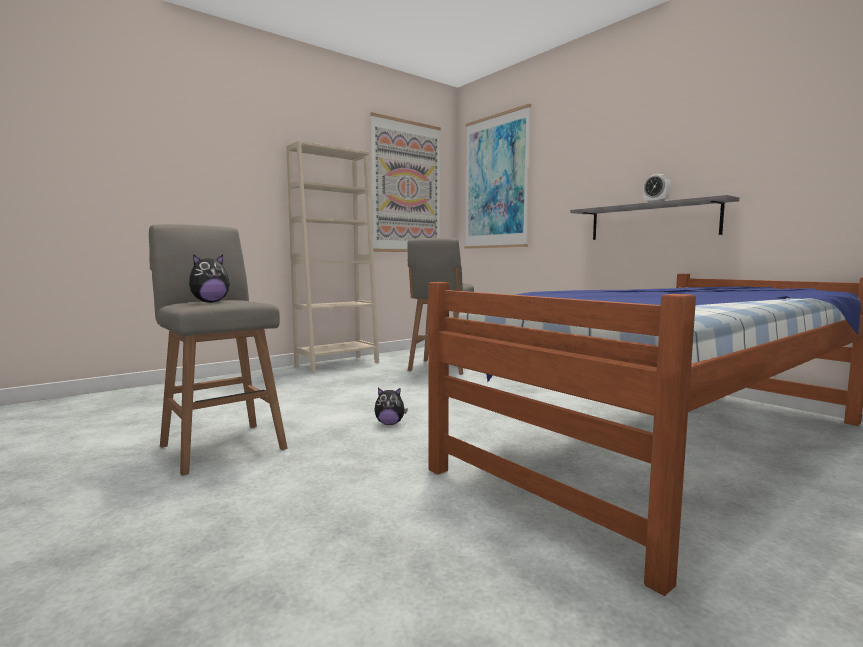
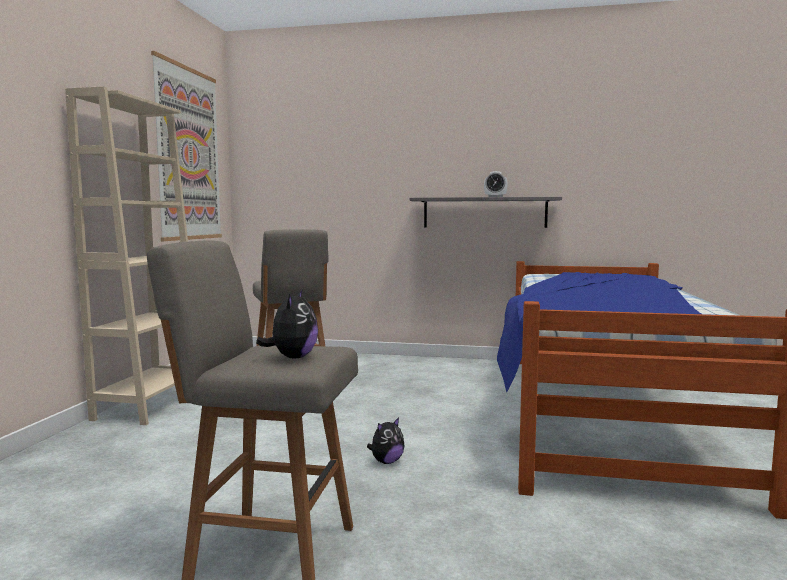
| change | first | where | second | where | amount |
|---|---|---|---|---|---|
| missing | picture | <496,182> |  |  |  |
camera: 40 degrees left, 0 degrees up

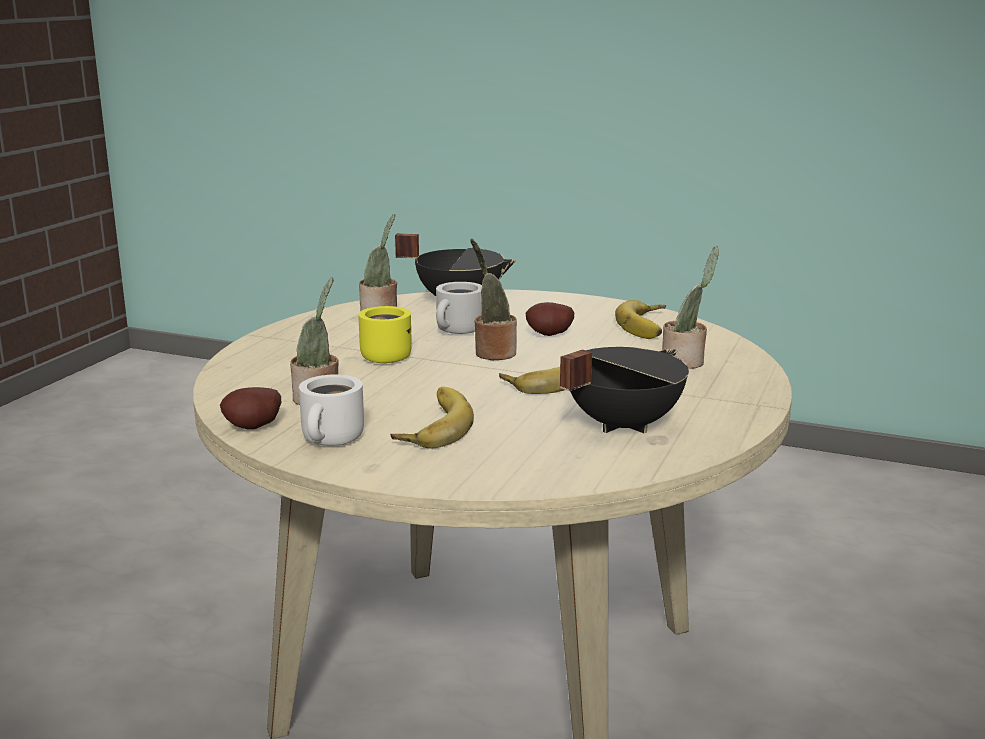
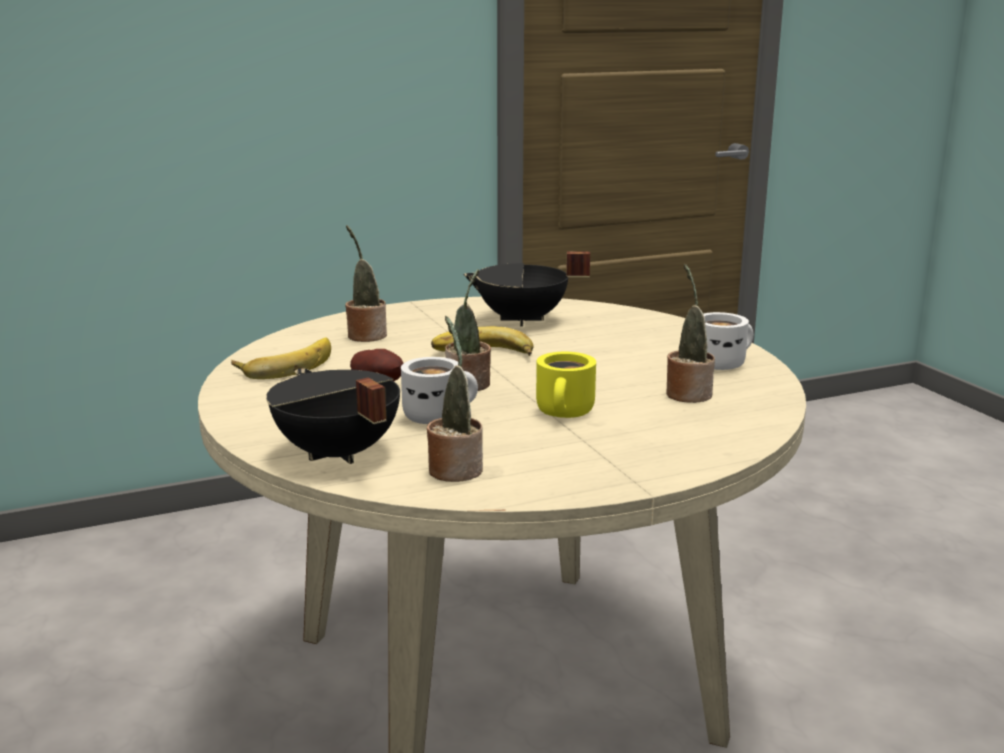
| change | first | where | second | where | amount |
|---|---|---|---|---|---|
| missing | potato | <255,428> |  |  |  |
| missing | banana | <430,425> |  |  |  |
camera: 135 degrees left, 0 degrees up

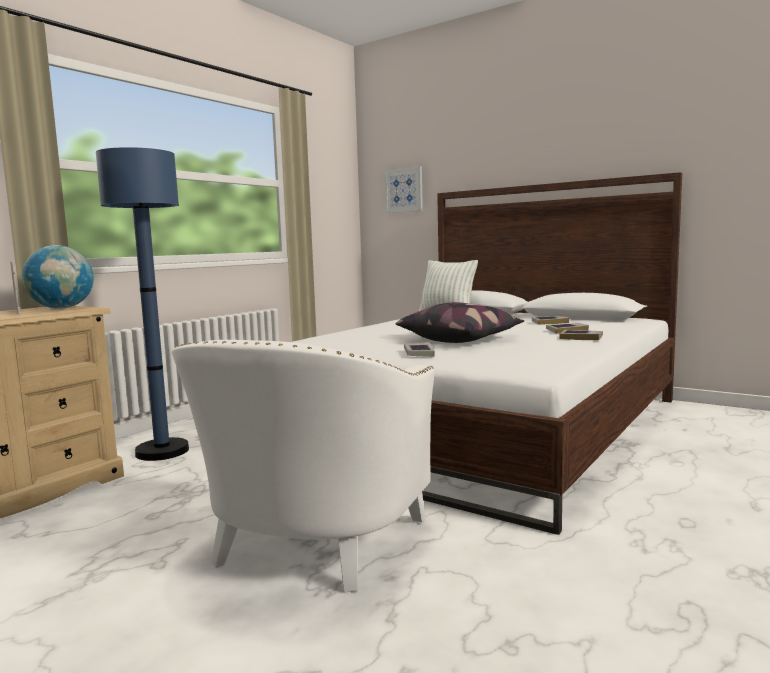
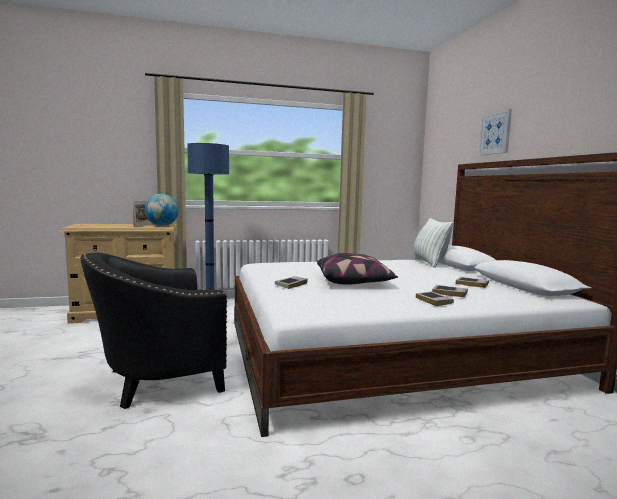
| change | first | where | second | where | amount |
|---|---|---|---|---|---|
| colour | armchair/white | <310,545> | armchair/black | <157,380> |  |
| relocated | picture | <404,190> |  | <495,133> |  |
camera: 40 degrees right, 0 degrees up

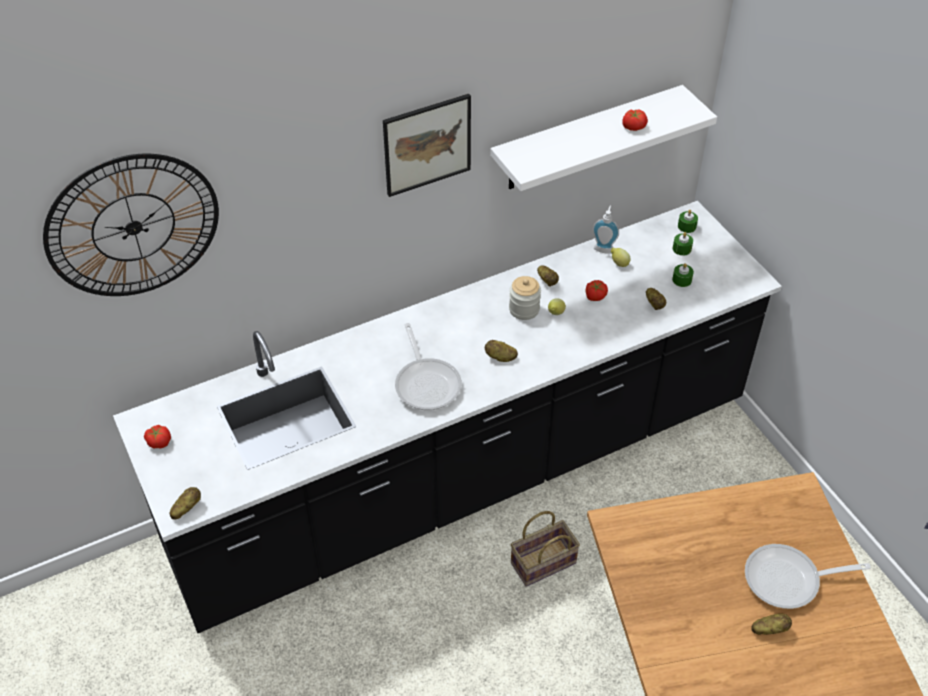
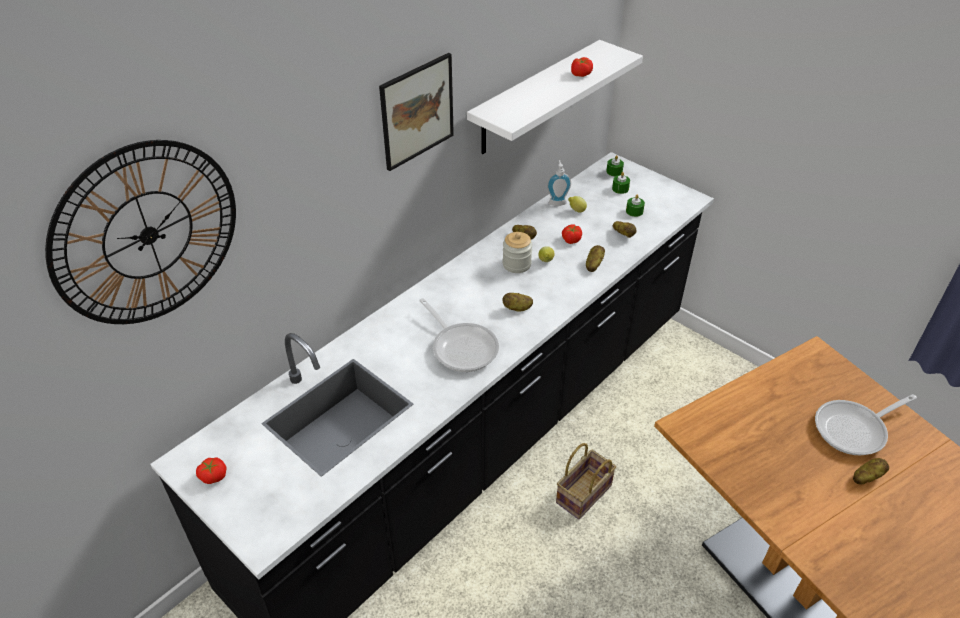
| change | first | where | second | where | amount |
|---|---|---|---|---|---|
| relocated | potato | <186,508> |  | <593,265> |  |
camera: 20 degrees left, 5 degrees down

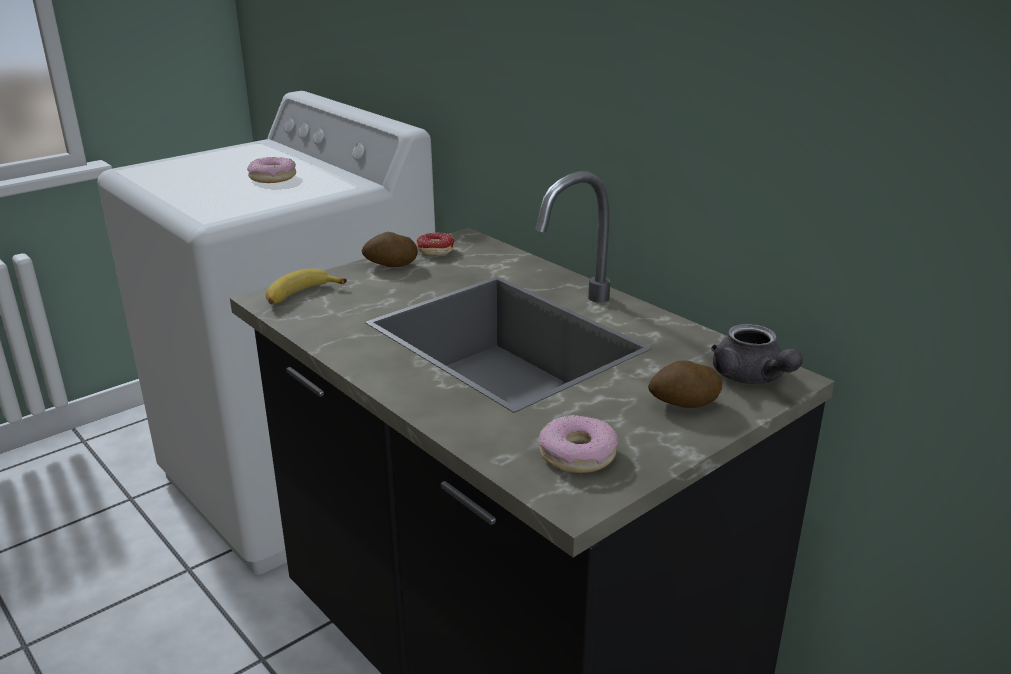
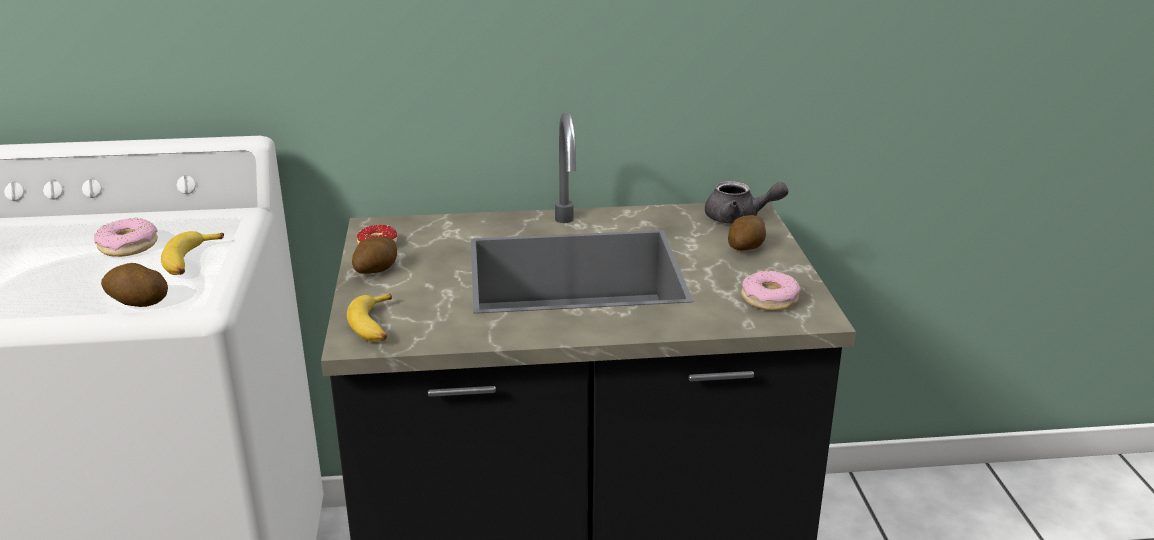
| change | first | where | second | where | amount |
|---|---|---|---|---|---|
| appeared |  |  | potato | <137,303> |  |
| appeared |  |  | banana | <191,261> |  |
camera: 55 degrees left, 0 degrees up

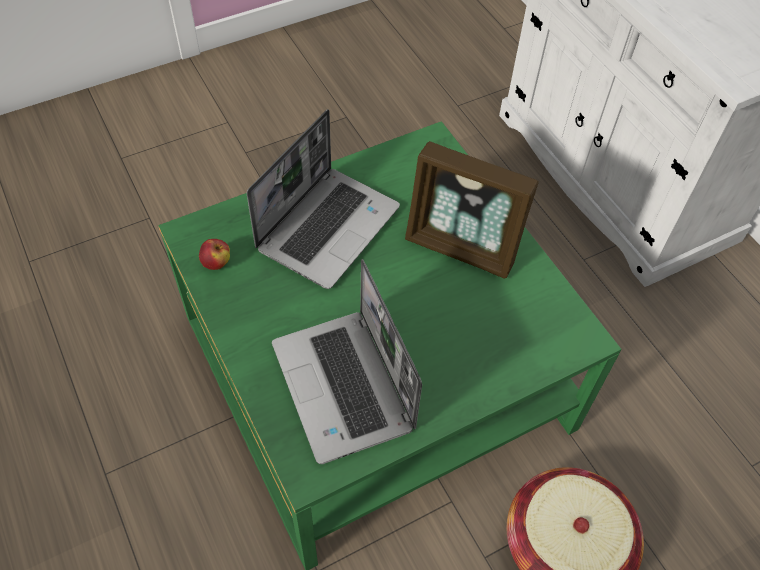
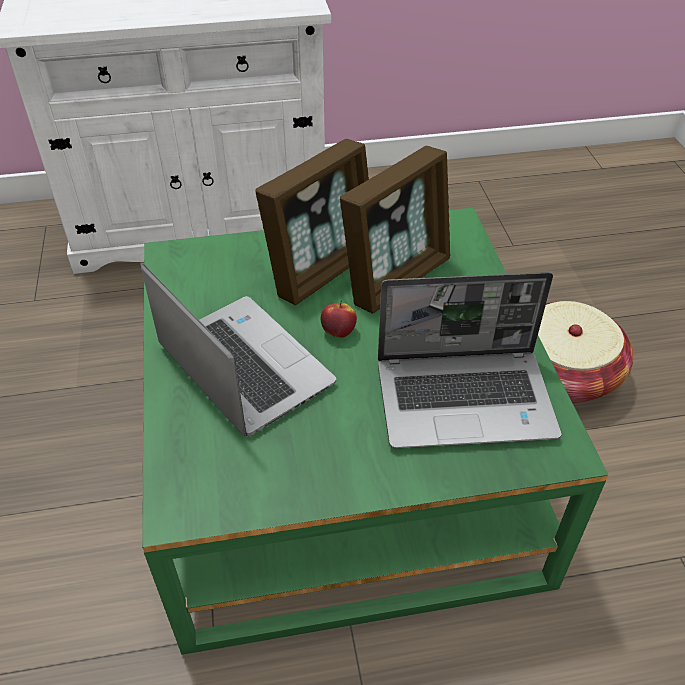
| change | first | where | second | where | amount |
|---|---|---|---|---|---|
| relocated | apple | <216,263> |  | <338,332> |  |
| appeared |  |  | picture frame | <396,277> |  |
camera: 70 degrees left, 10 degrees down

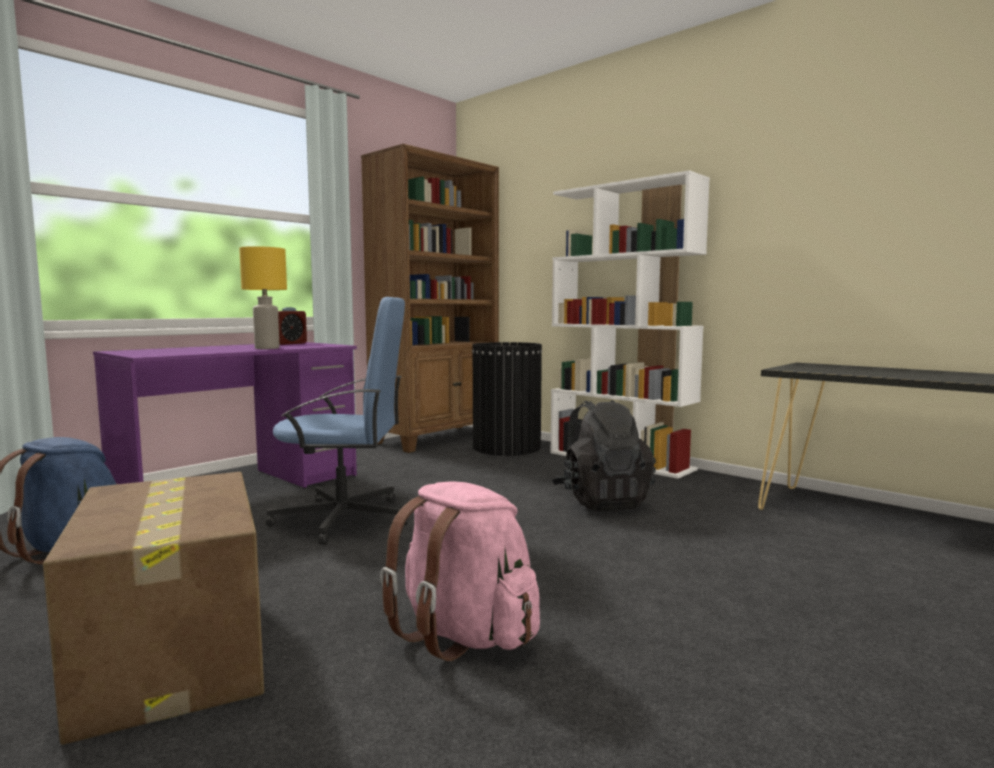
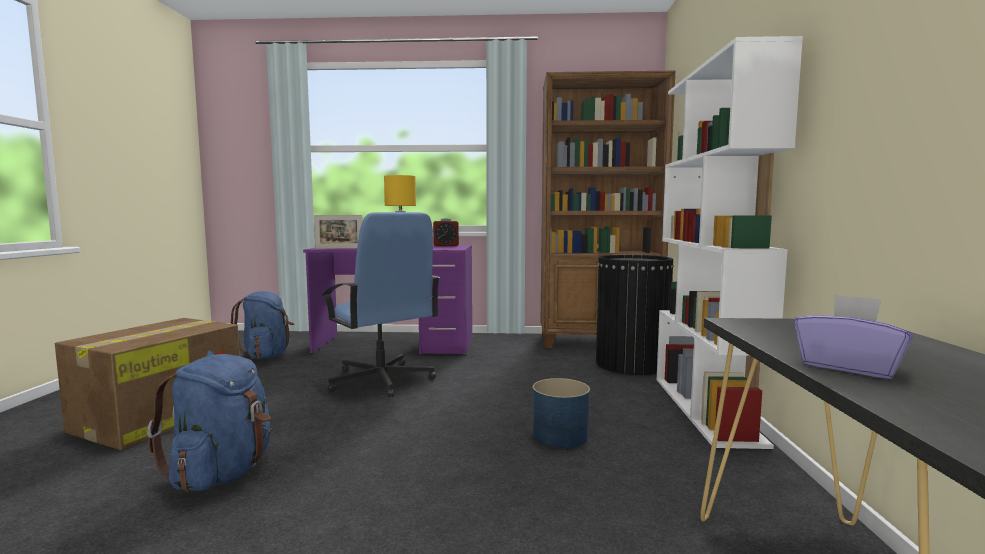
| change | first | where | second | where | amount |
|---|---|---|---|---|---|
| colour | backpack/pink | <464,634> | backpack/blue | <223,472> |  |
| appeared |  |  | picture frame | <339,248> |  |
| exchanged | backpack/black | <602,502> | planter/blue | <560,436> |  |
| appeared |  |  | tissue box/purple | <849,367> |  |
camera: 50 degrees right, 0 degrees up

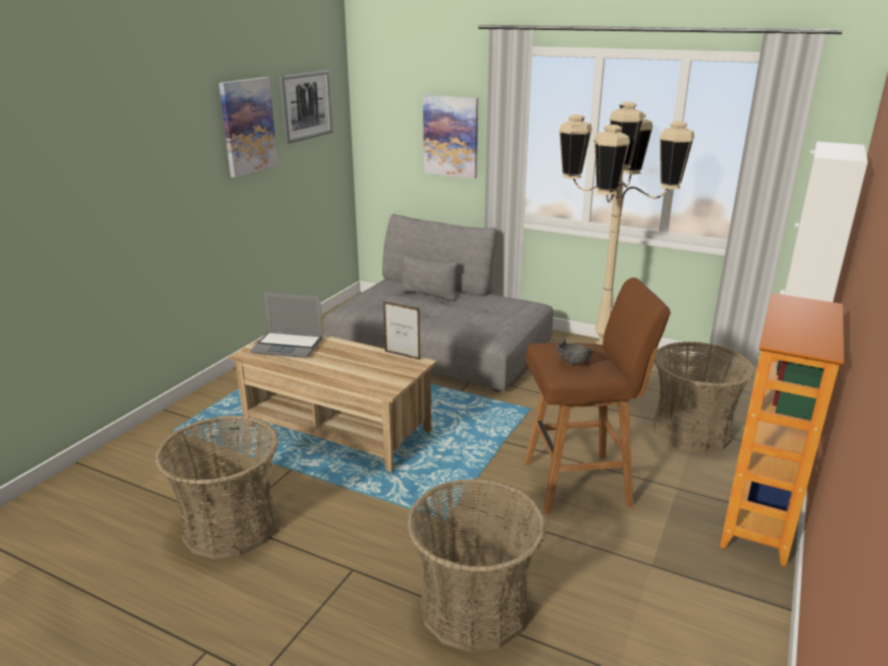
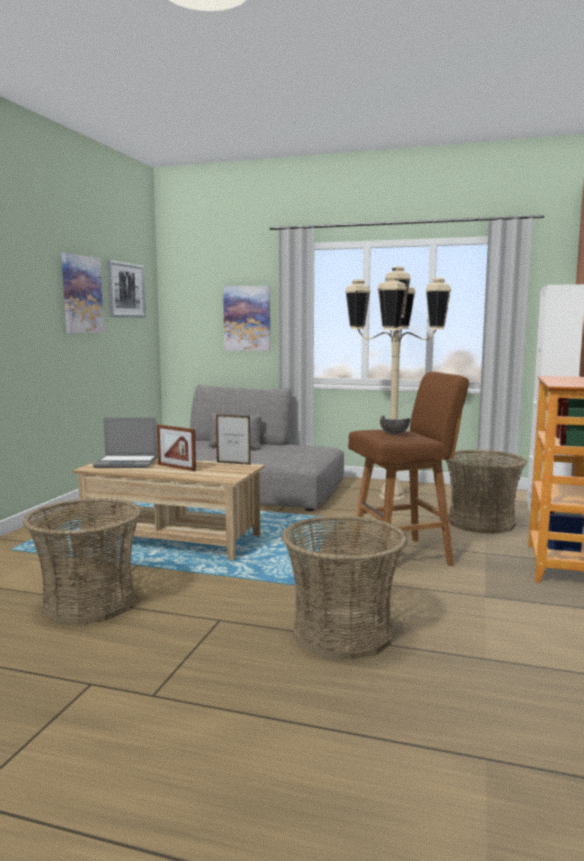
| change | first | where | second | where | amount |
|---|---|---|---|---|---|
| appeared |  |  | picture frame | <176,467> |  |
camera: 10 degrees left, 15 degrees down

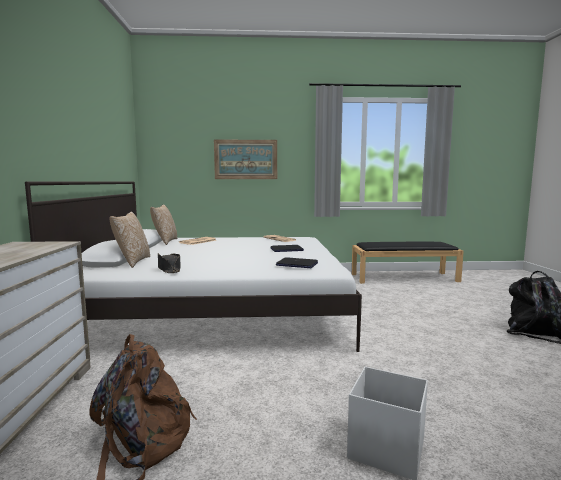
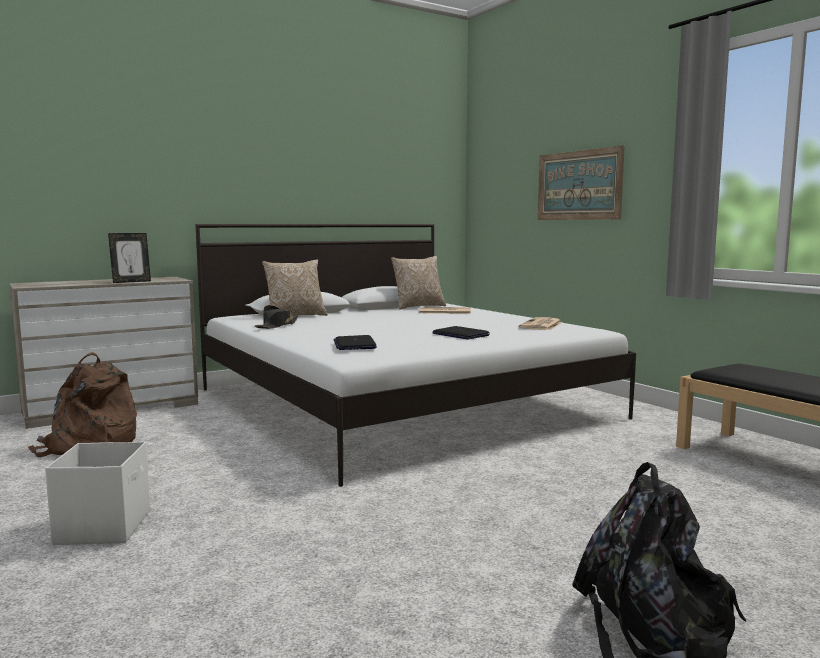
| change | first | where | second | where | amount |
|---|---|---|---|---|---|
| appeared |  |  | picture frame | <131,282> |  |
camera: 60 degrees right, 0 degrees up

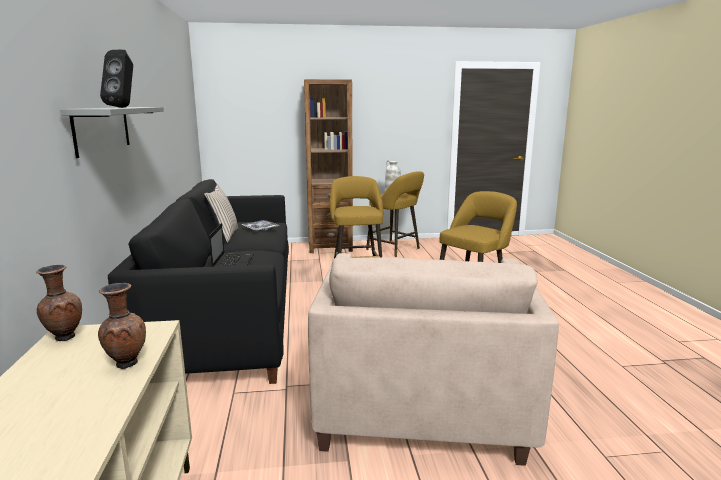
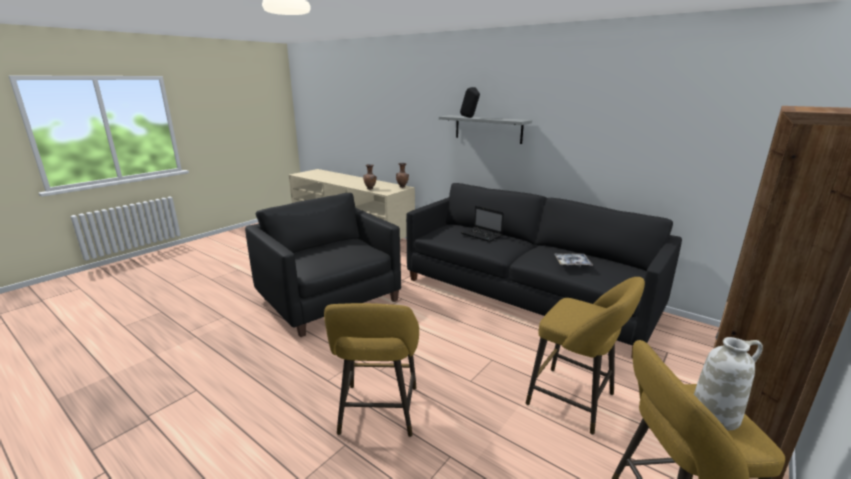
| change | first | where | second | where | amount |
|---|---|---|---|---|---|
| colour | armchair/beige | <422,405> | armchair/black | <329,300> |  |
| missing | pillow/beige | <224,236> |  |  |  |
camera: 135 degrees right, 5 degrees up

